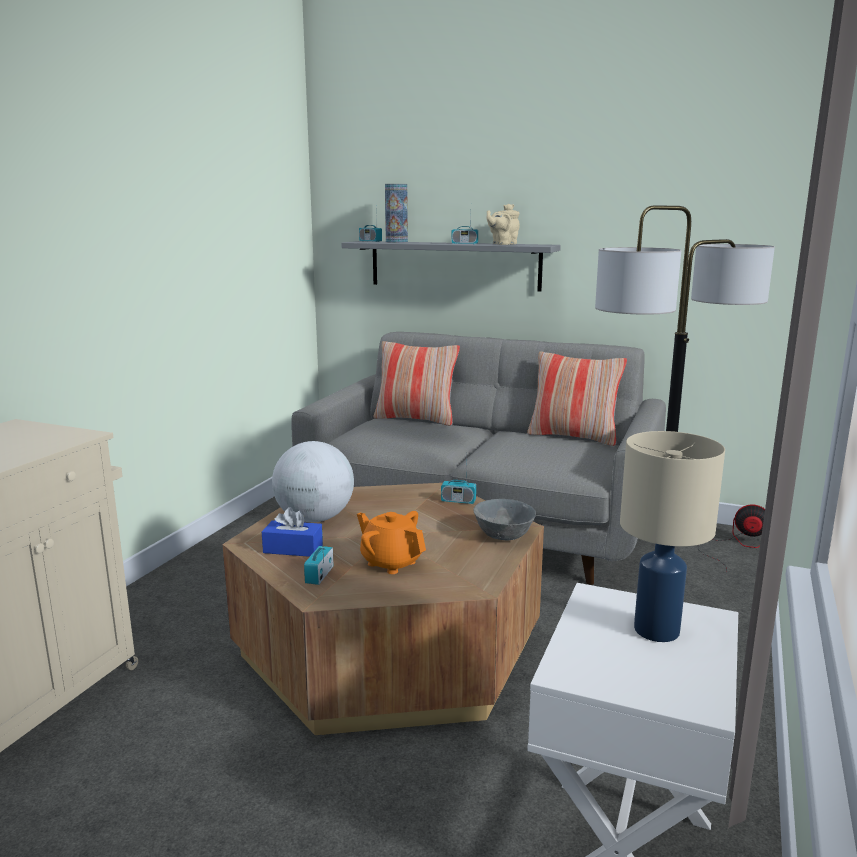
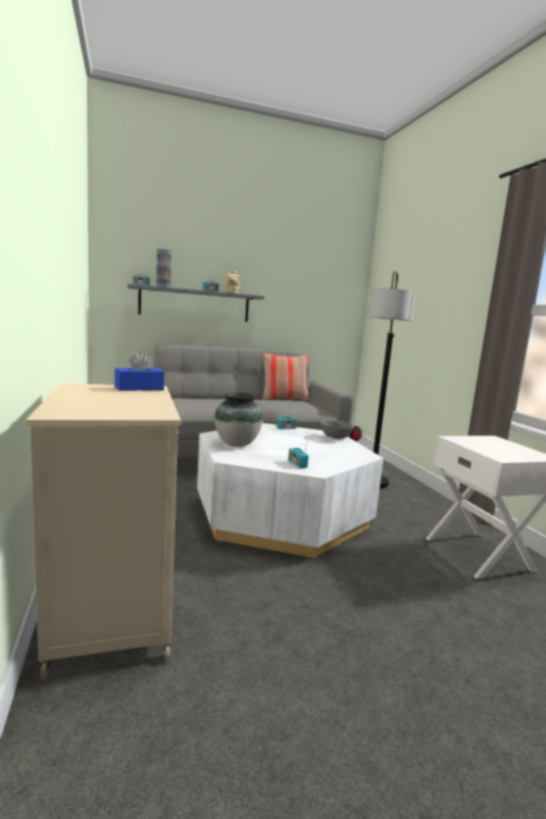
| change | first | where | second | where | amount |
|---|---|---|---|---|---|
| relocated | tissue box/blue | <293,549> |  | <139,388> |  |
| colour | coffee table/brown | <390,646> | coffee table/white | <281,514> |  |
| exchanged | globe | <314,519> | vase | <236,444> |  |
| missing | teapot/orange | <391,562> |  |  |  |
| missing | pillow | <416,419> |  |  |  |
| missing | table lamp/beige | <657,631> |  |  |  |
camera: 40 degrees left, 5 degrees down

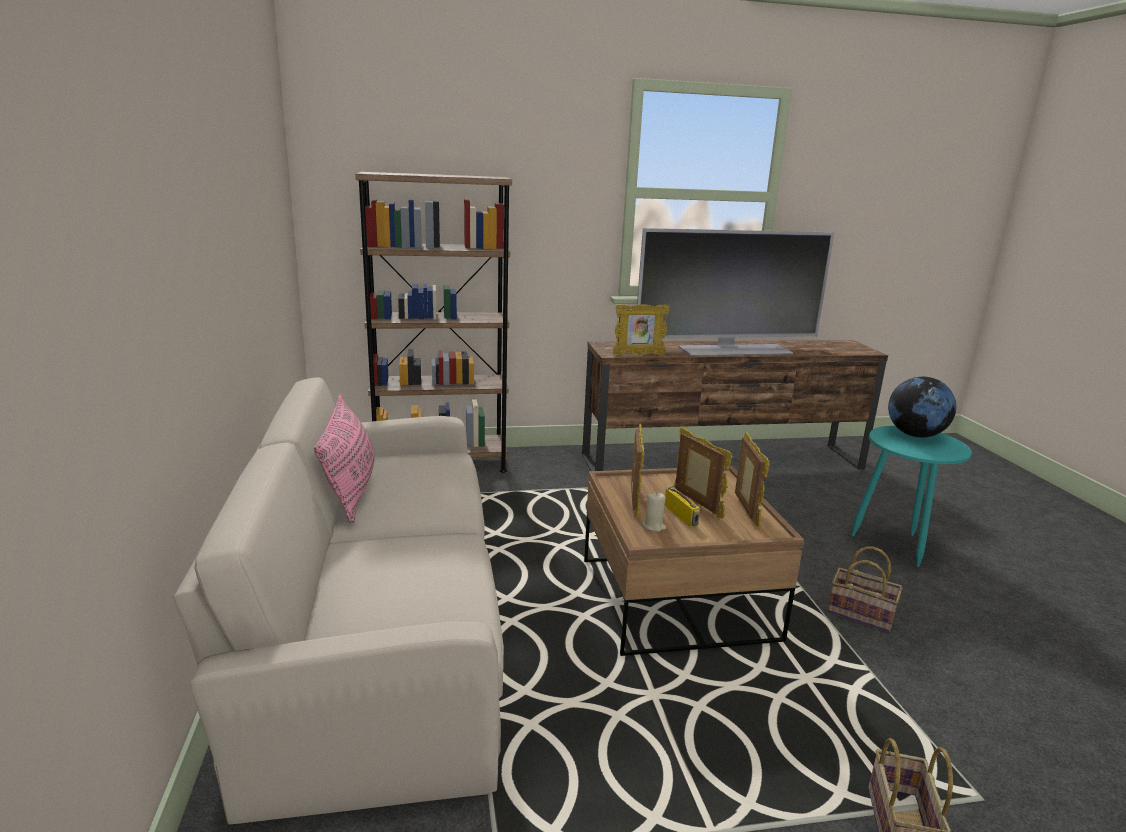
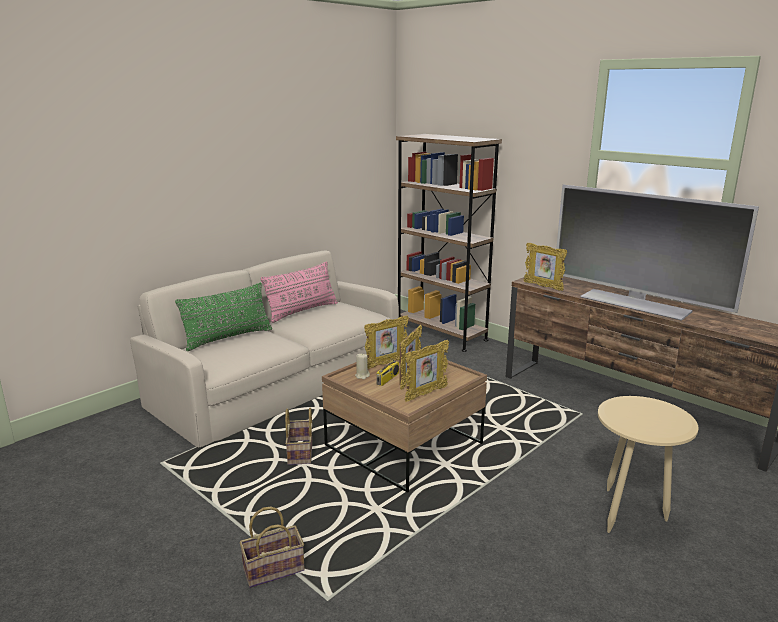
| change | first | where | second | where | amount |
|---|---|---|---|---|---|
| appeared |  |  | pillow/green | <228,338> |  |
| relocated | basket | <862,614> |  | <301,453> |  |
| colour | side table/turquoise | <896,544> | side table/beige | <631,515> |  |
| missing | globe | <915,435> |  |  |  |
camera: 55 degrees right, 0 degrees up

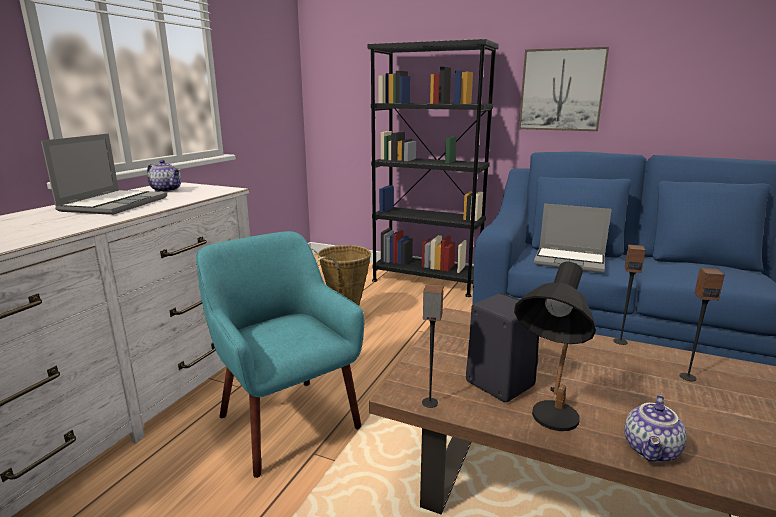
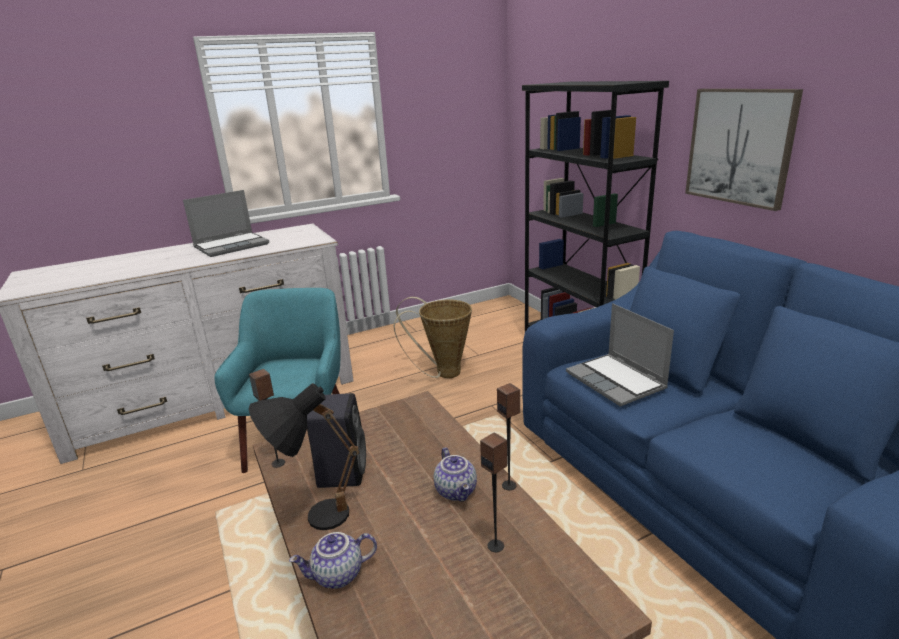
| change | first | where | second | where | amount |
|---|---|---|---|---|---|
| relocated | teapot | <167,190> |  | <457,491> |  |
camera: 40 degrees right, 5 degrees up

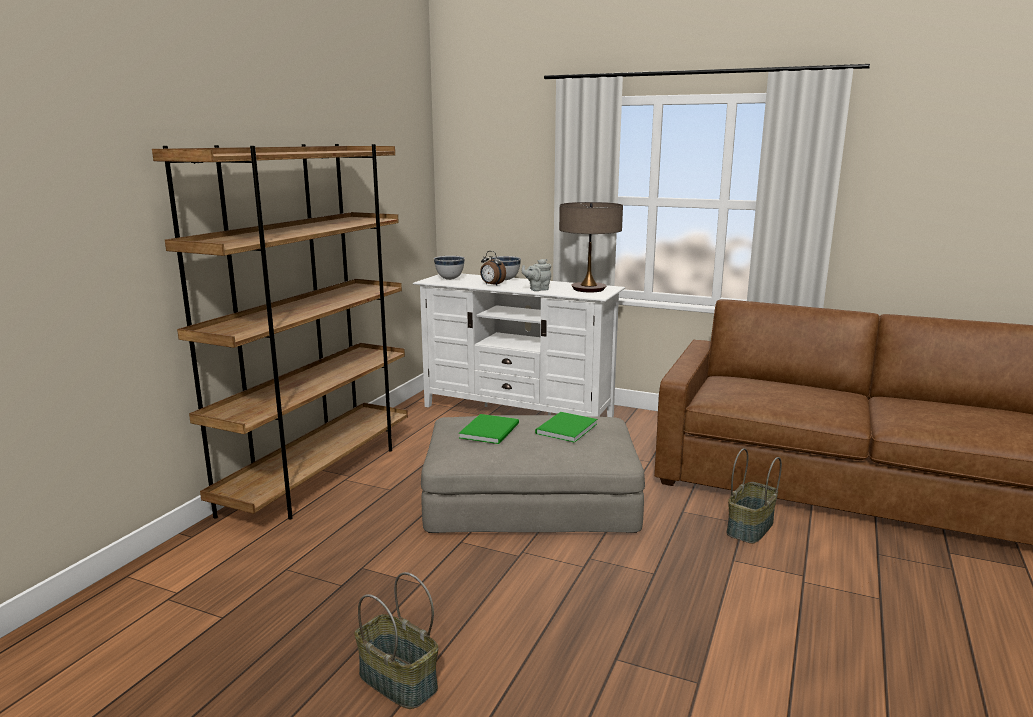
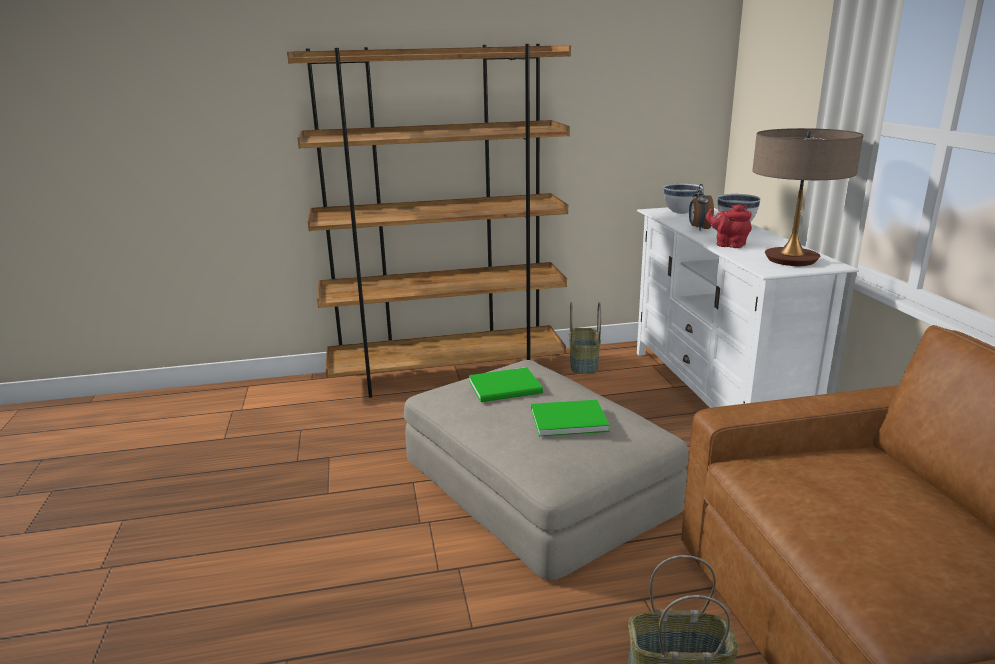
| change | first | where | second | where | amount |
|---|---|---|---|---|---|
| relocated | basket | <396,681> |  | <583,363> |  |
| colour | teapot/grey | <537,289> | teapot/red | <728,245> |  |
camera: 55 degrees right, 5 degrees up

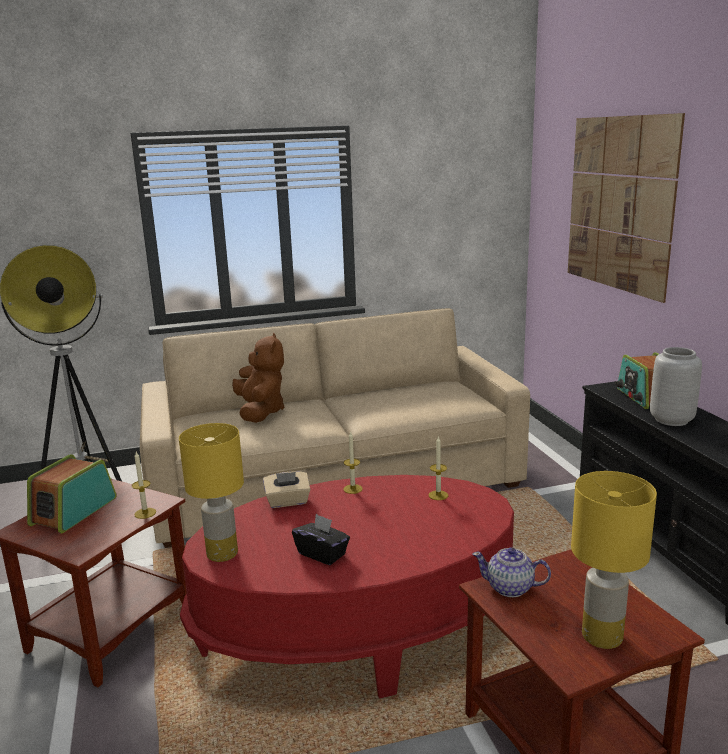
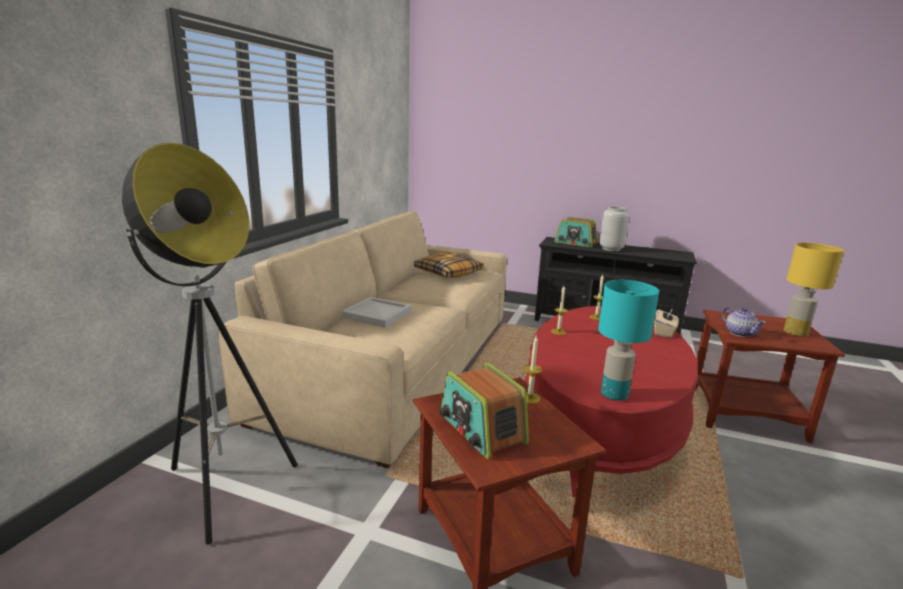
| change | first | where | second | where | amount |
|---|---|---|---|---|---|
| exchanged | plush toy/brown | <260,412> | tray/white | <378,314> |  |
| appeared |  |  | pillow | <448,273> |  |
| colour | table lamp/yellow | <223,553> | table lamp/turquoise | <614,394> |  |
| relocated | tissue box/beige | <288,502> |  | <664,332> |  |
| spun | teapot | <510,588> |  | <739,333> | 75 degrees counterclockwise |
| missing | tissue box/black | <322,554> |  |  |  |
| missing | picture | <619,204> |  |  |  |
camera: 55 degrees left, 0 degrees up

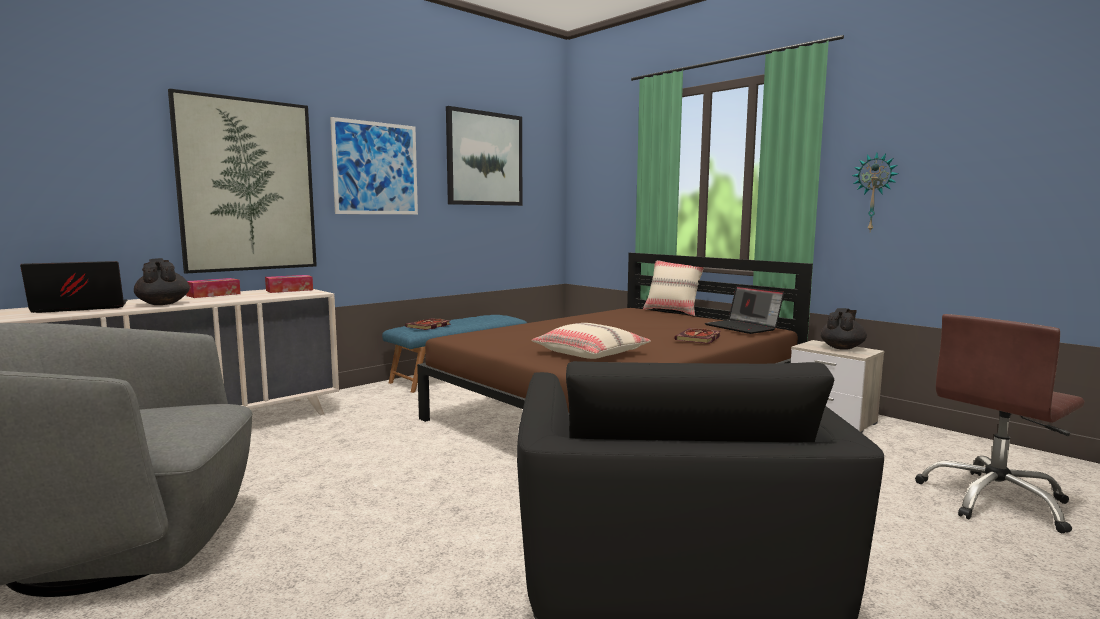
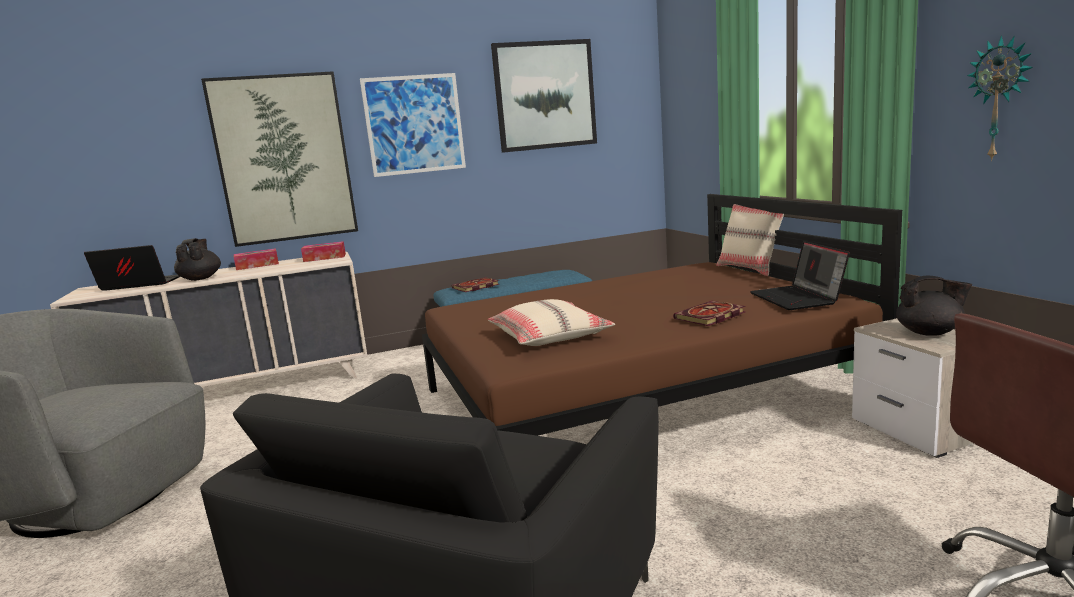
| change | first | where | second | where | amount |
|---|---|---|---|---|---|
| spun | teapot/black | <842,348> |  | <930,333> | 45 degrees clockwise |
camera: 25 degrees right, 5 degrees up

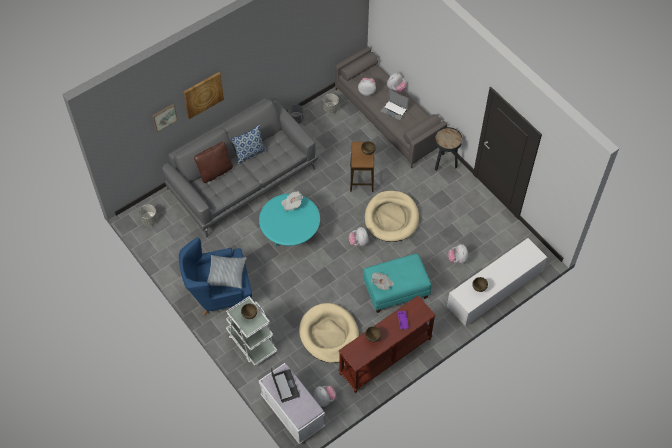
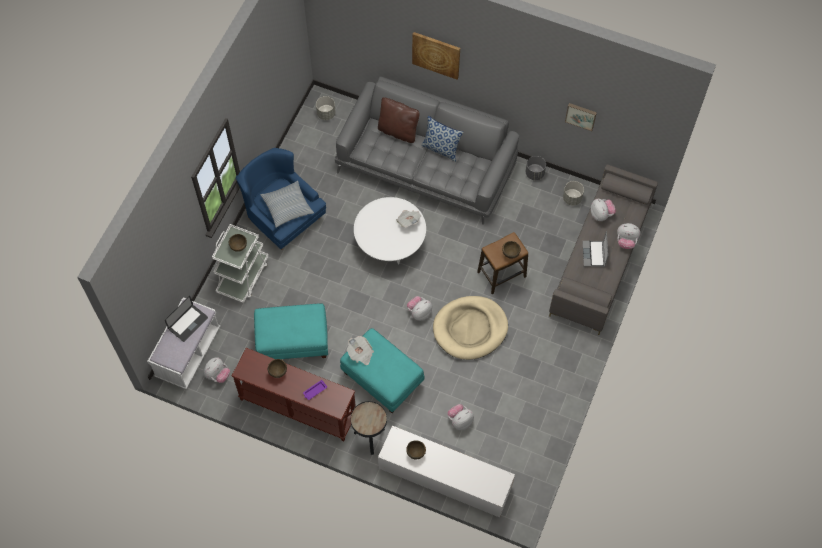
| change | first | where | second | where | amount |
|---|---|---|---|---|---|
| exchanged | dog bed/beige | <329,334> | ottoman/turquoise | <292,342> |  |
| relocated | side table/black | <445,164> |  | <370,438> |  |
| colour | coffee table/turquoise | <290,232> | coffee table/white | <390,243> |  |
| relocated | picture | <164,117> |  | <581,115> |  |
camera: 60 degrees right, 5 degrees up

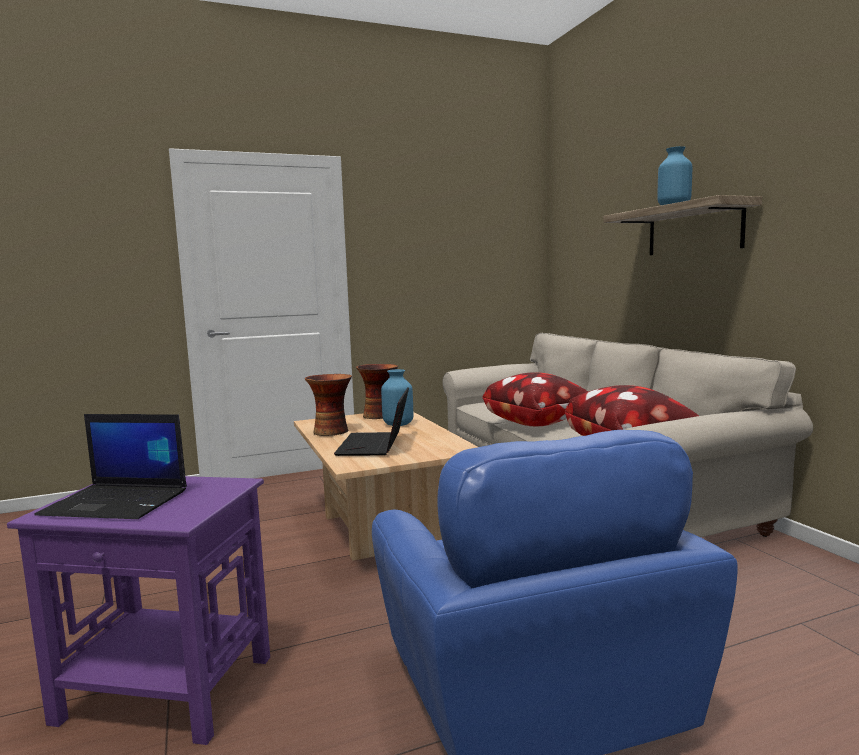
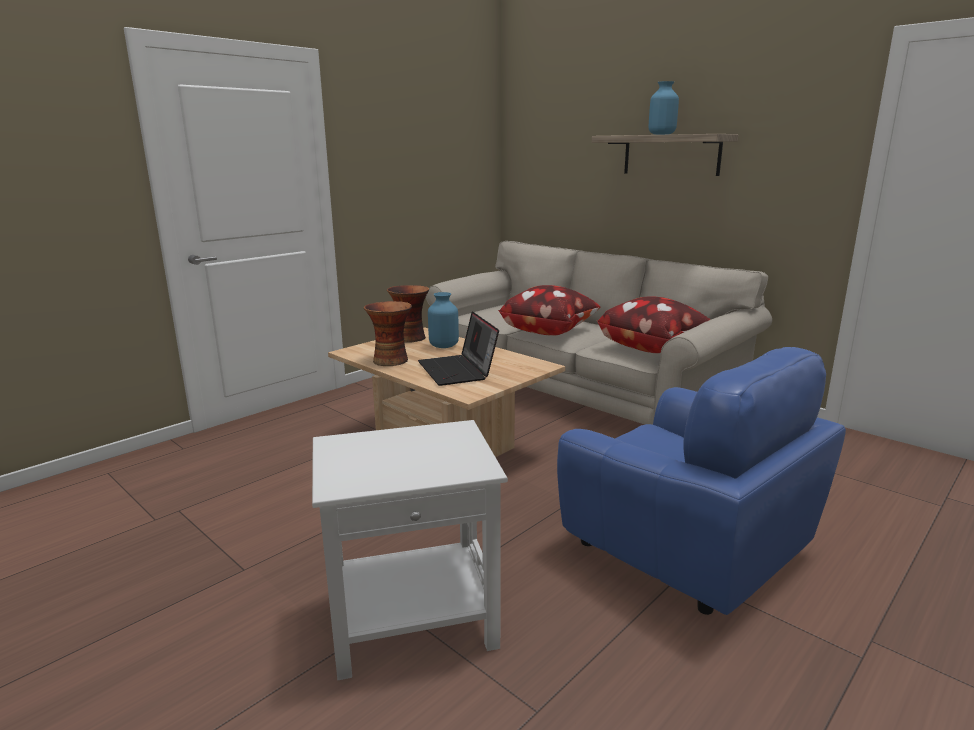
| change | first | where | second | where | amount |
|---|---|---|---|---|---|
| colour | side table/purple | <168,689> | side table/white | <414,620> |  |
| missing | laptop | <118,502> |  |  |  |
camera: 25 degrees left, 10 degrees up

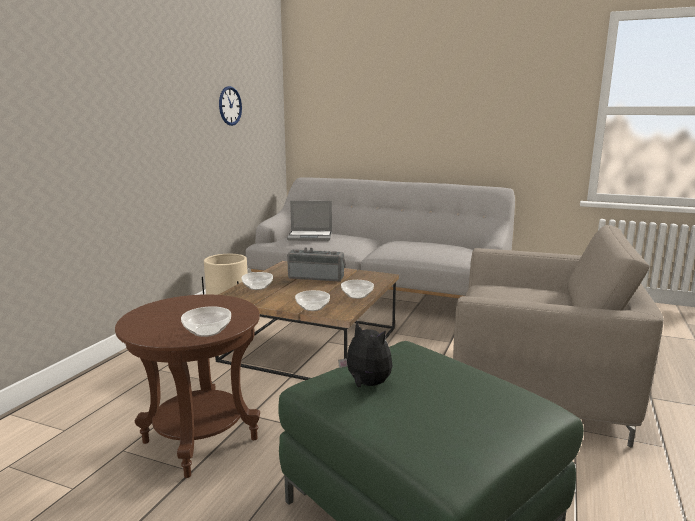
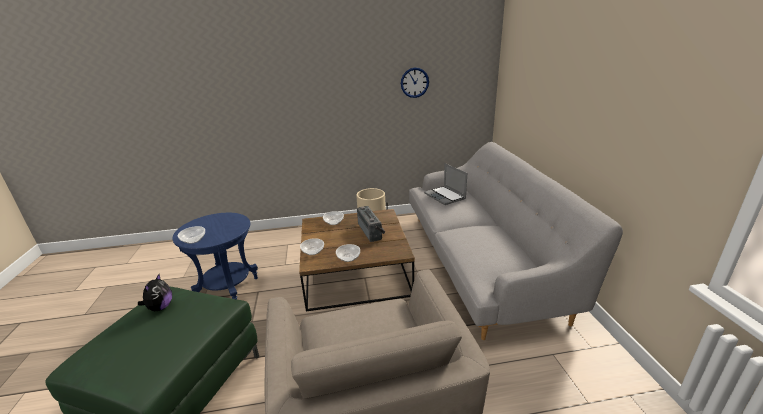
| change | first | where | second | where | amount |
|---|---|---|---|---|---|
| colour | side table/brown | <200,440> | side table/blue | <228,288> |  |
camera: 60 degrees right, 10 degrees up

